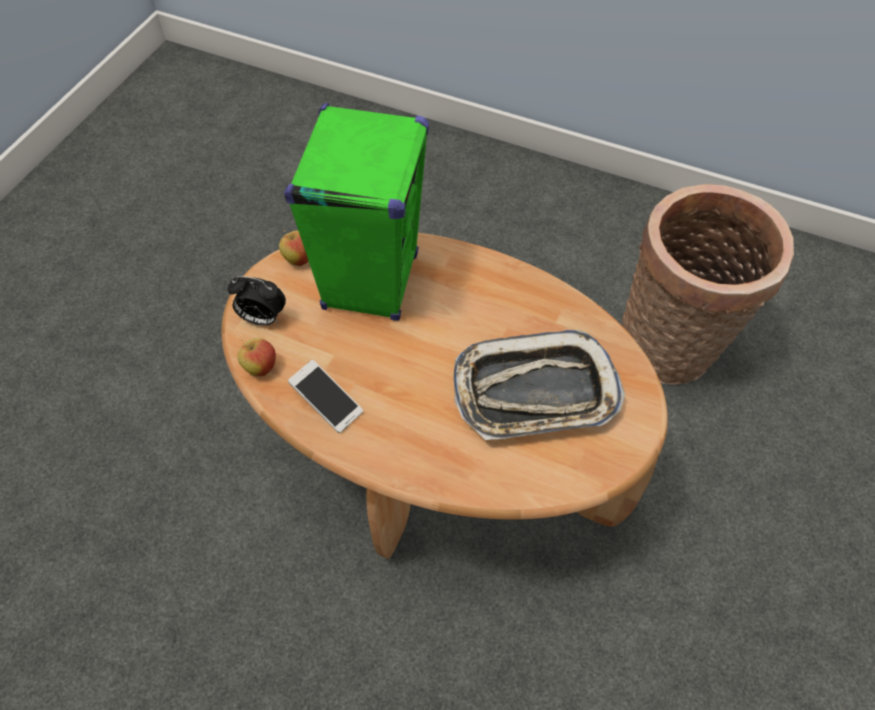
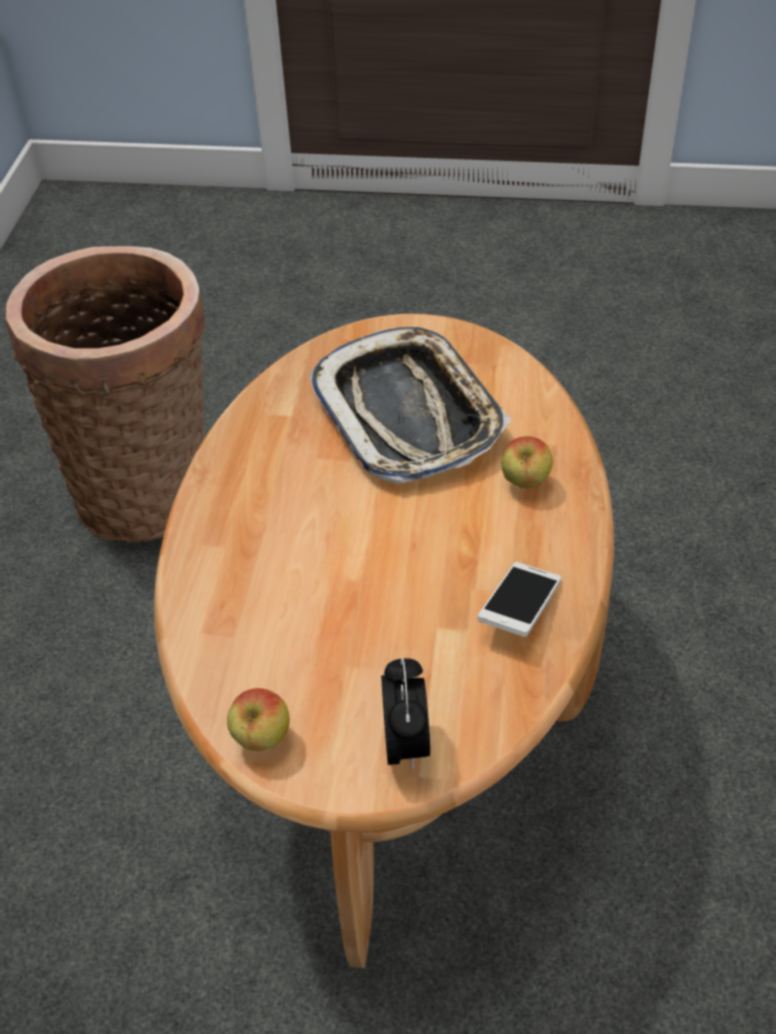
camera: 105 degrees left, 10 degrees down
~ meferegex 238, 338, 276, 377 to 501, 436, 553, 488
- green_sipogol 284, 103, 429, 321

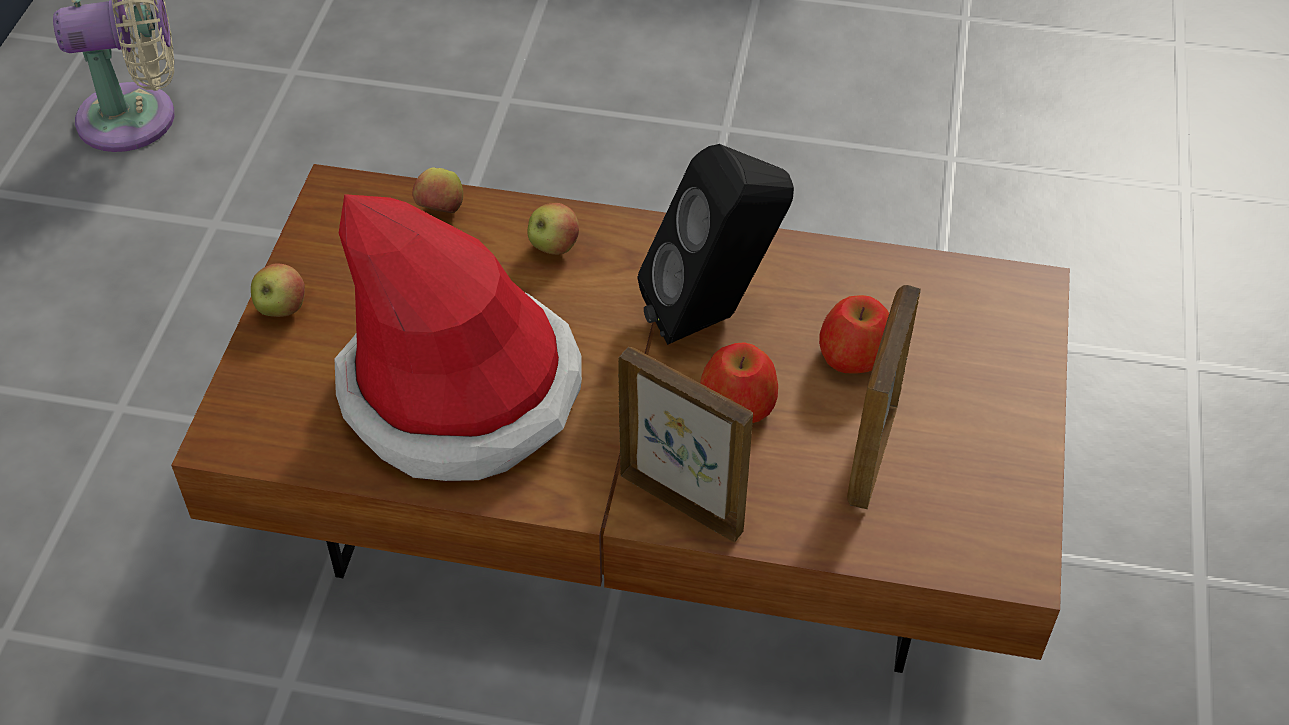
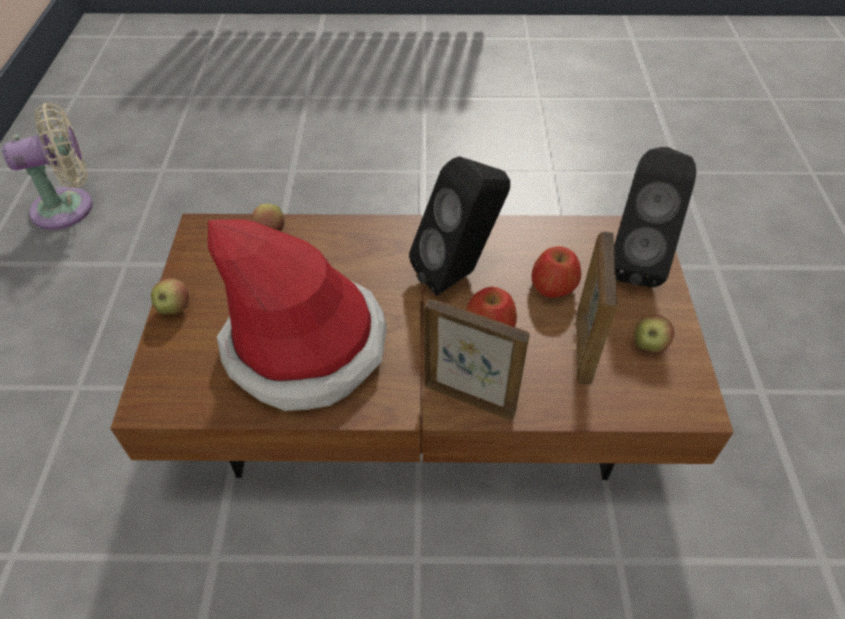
camera: 10 degrees left, 0 degrees up
+ black_sipogol 614, 147, 696, 287
~ meferegex 527, 203, 579, 255 to 634, 314, 674, 352

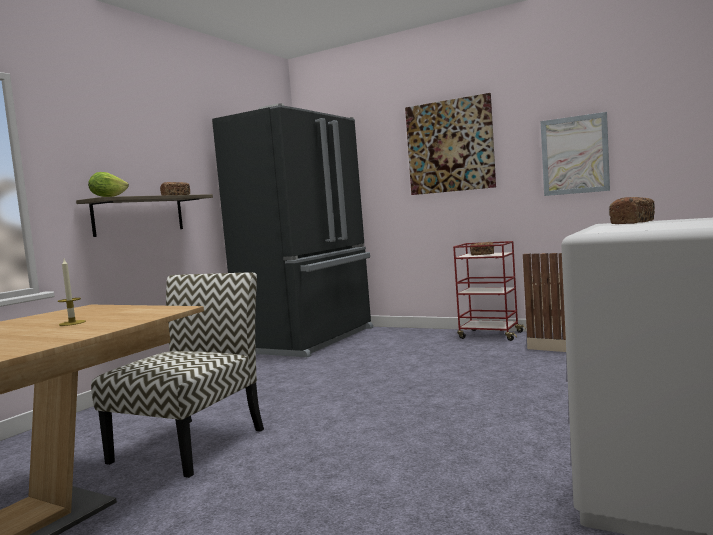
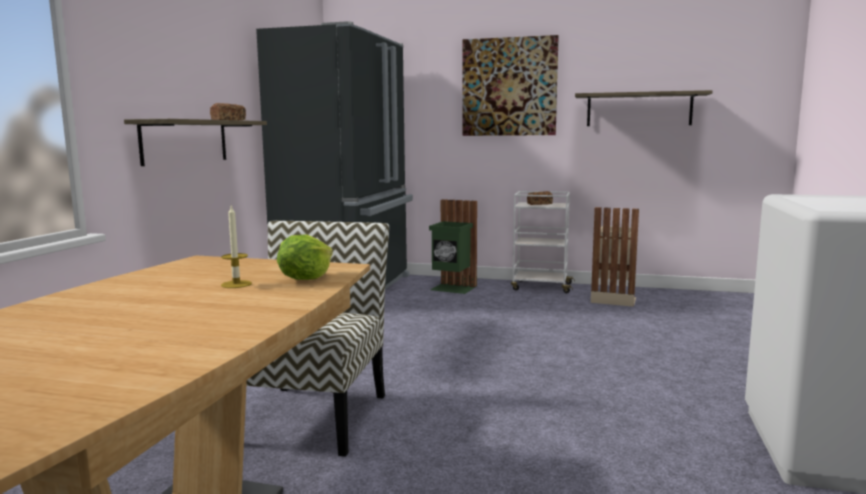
camera: 15 degrees left, 5 degrees up
~ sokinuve 88, 172, 129, 197 to 277, 235, 333, 280
+ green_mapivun 429, 199, 477, 294
~ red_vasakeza 453, 241, 526, 341 to white_vasakeza 511, 191, 575, 293
~ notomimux 541, 112, 610, 196 to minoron 575, 90, 712, 126
- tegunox 609, 197, 655, 224

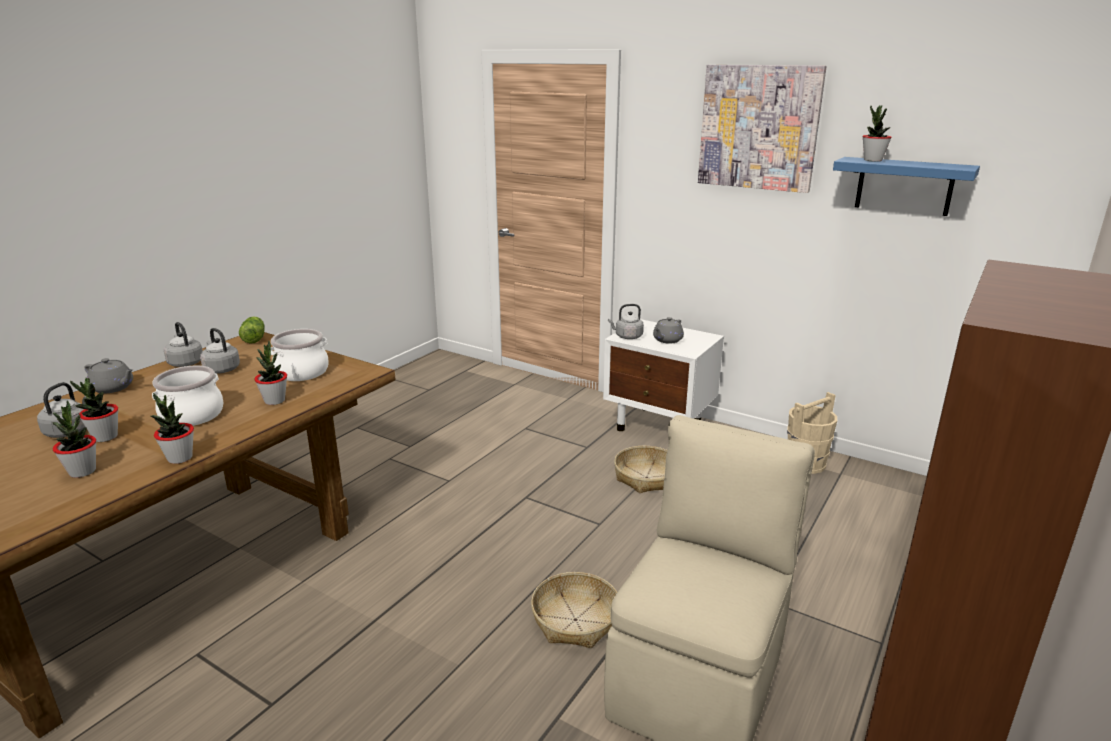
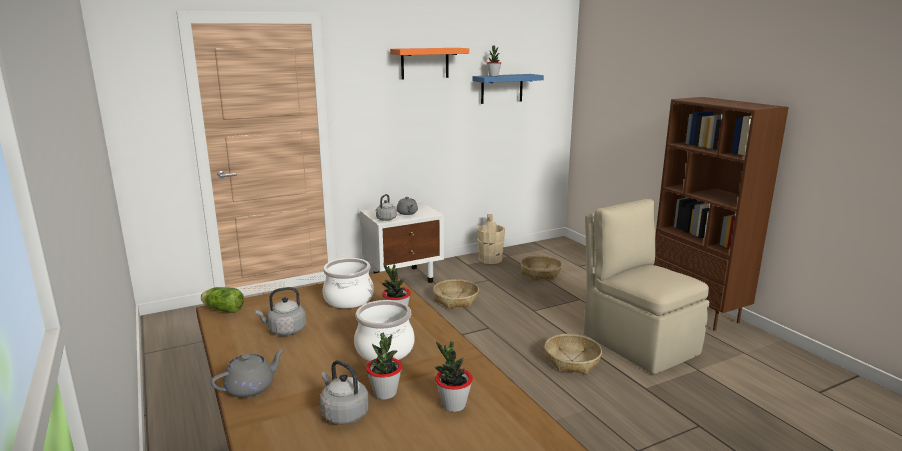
camera: 60 degrees left, 5 degrees down
~ notomimux 698, 65, 827, 193 to orange_minoron 390, 48, 469, 79
+ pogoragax 521, 255, 562, 280
- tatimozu 151, 393, 194, 464
- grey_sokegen 164, 322, 203, 367

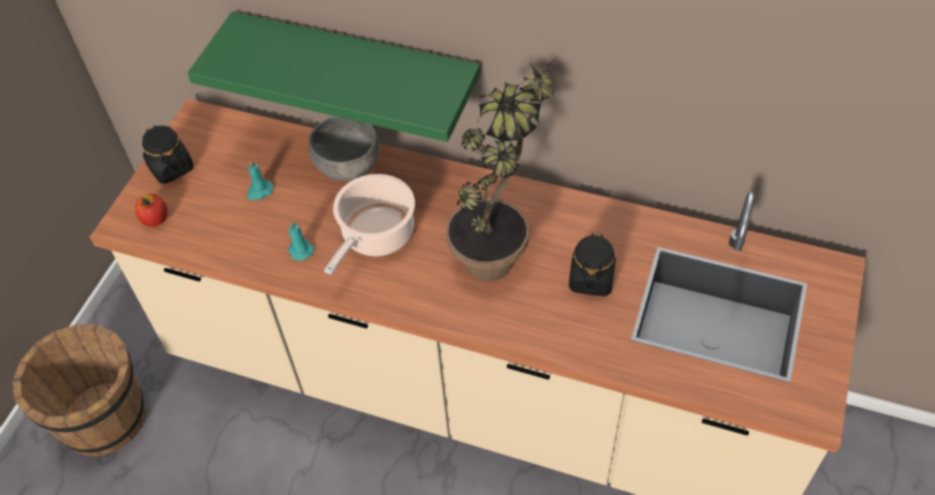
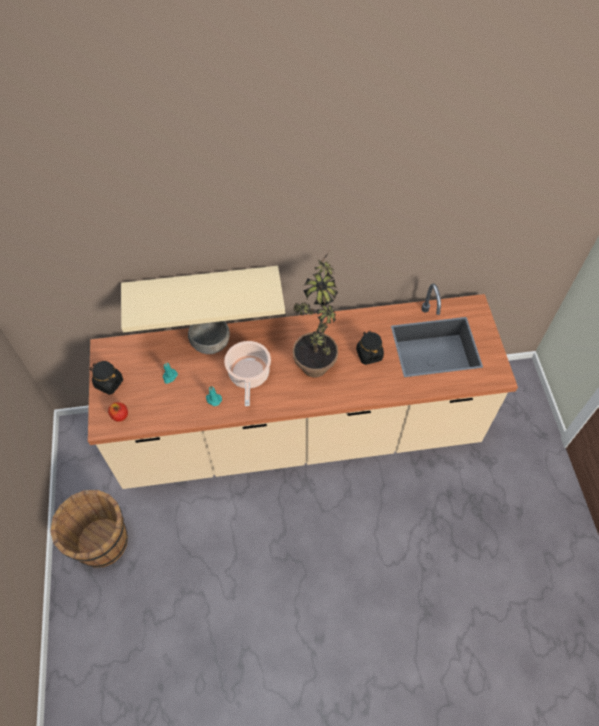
camera: 30 degrees left, 5 degrees up
~ green_minoron 188, 12, 480, 142 to beige_minoron 121, 266, 285, 333

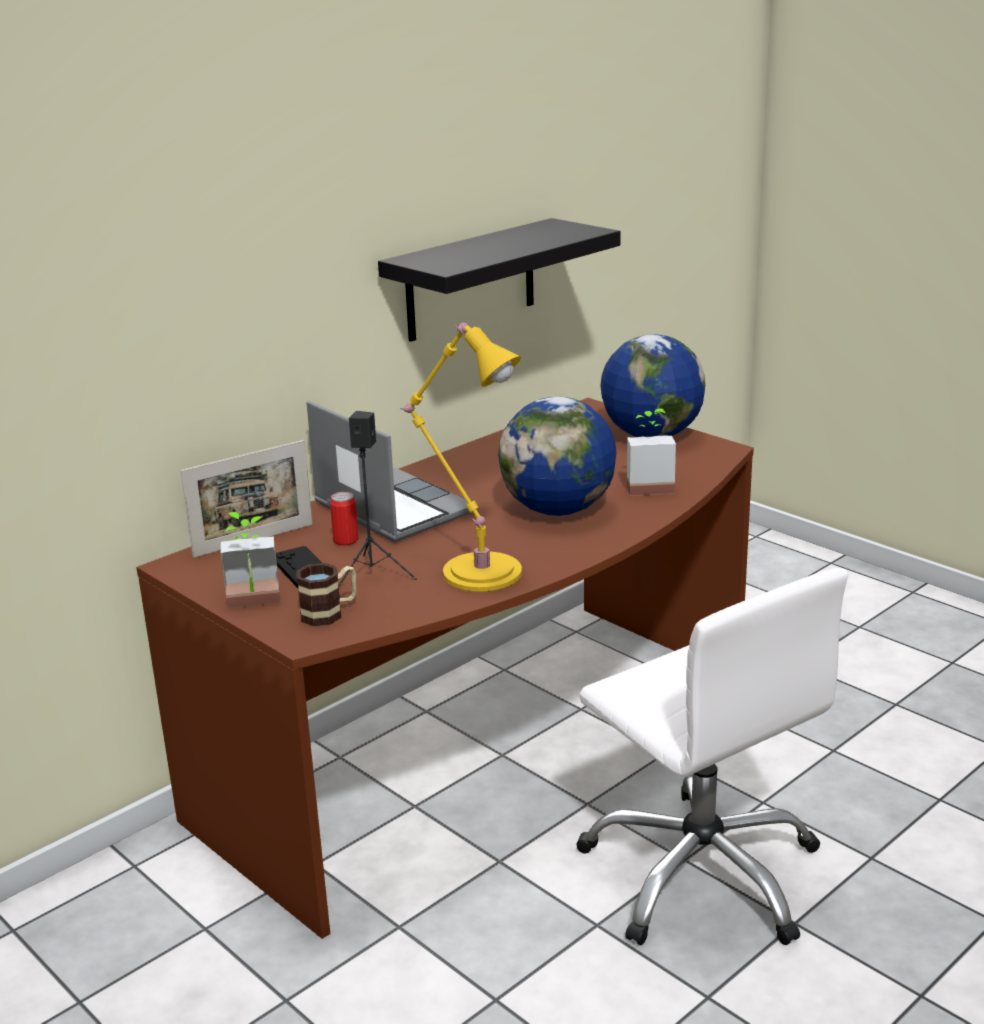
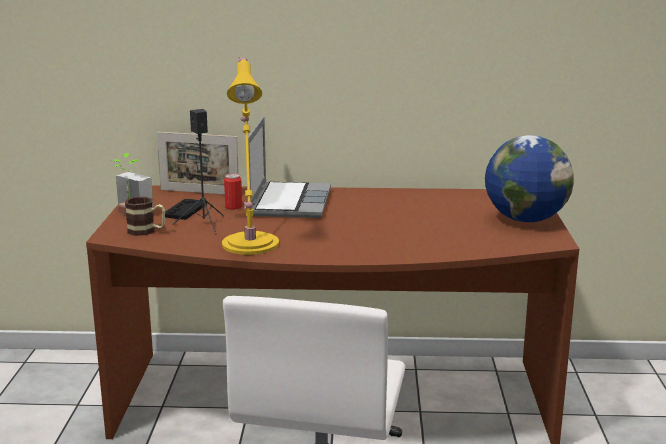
camera: 45 degrees right, 5 degrees down
- black_minoron 378, 218, 621, 342
- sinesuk 498, 397, 616, 516
- tatimozu 627, 409, 676, 496

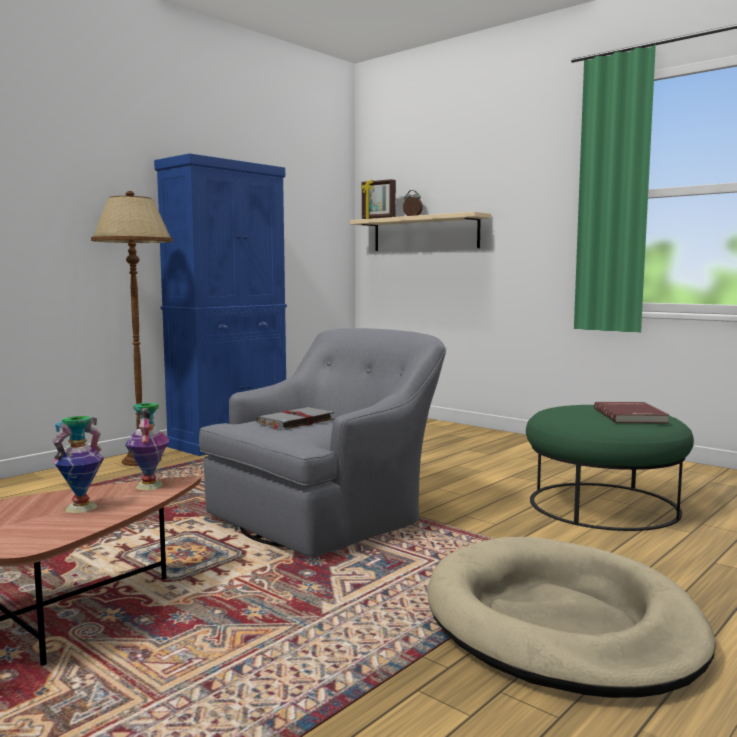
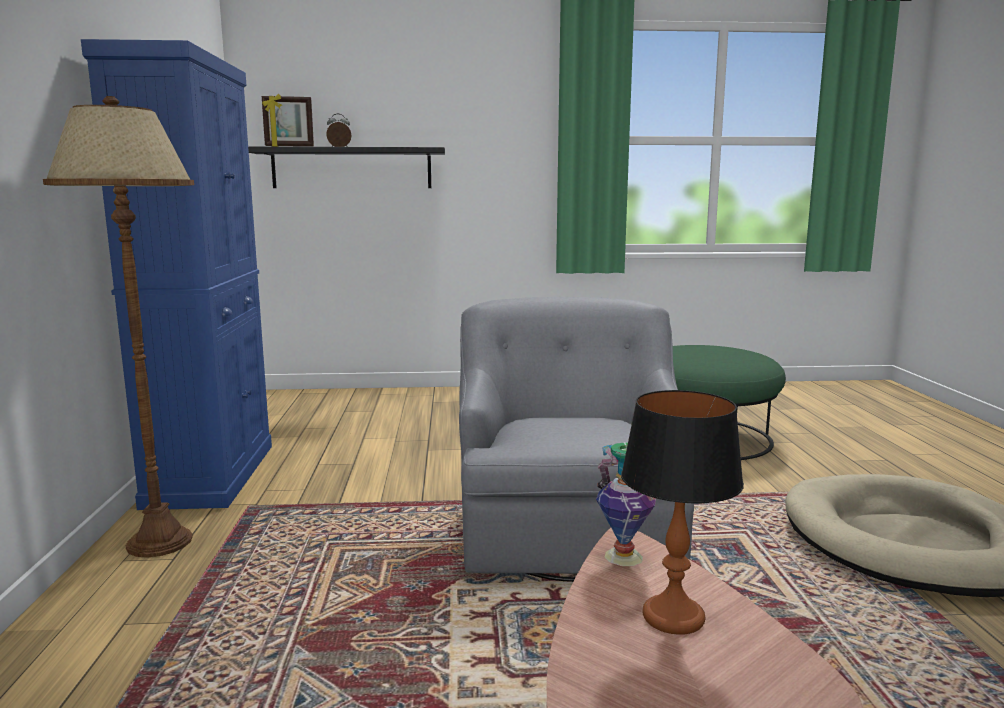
camera: 45 degrees left, 5 degrees up
~ beige_minoron 350, 212, 491, 251 to black_minoron 248, 147, 445, 188
~ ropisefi 52, 416, 104, 513 to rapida 621, 390, 744, 635
- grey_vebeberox 256, 407, 334, 430
- red_vebeberox 594, 402, 669, 423

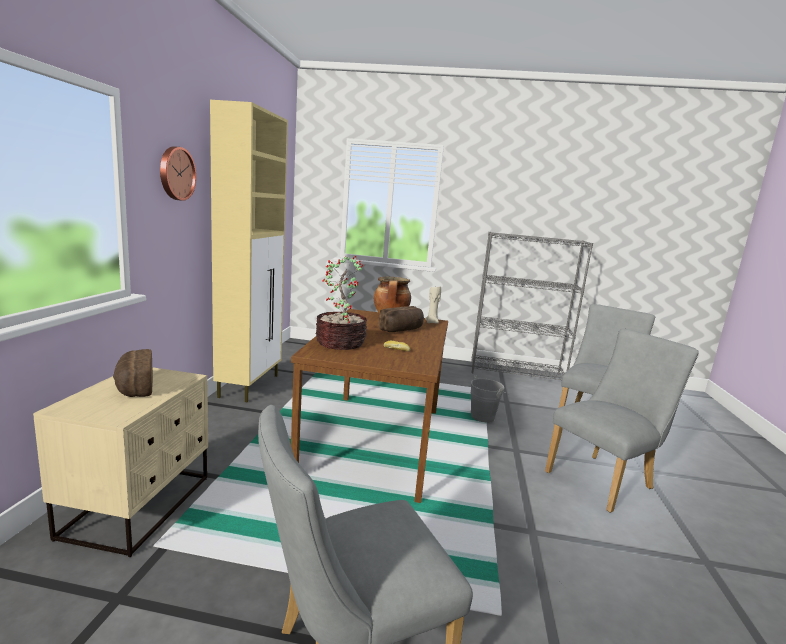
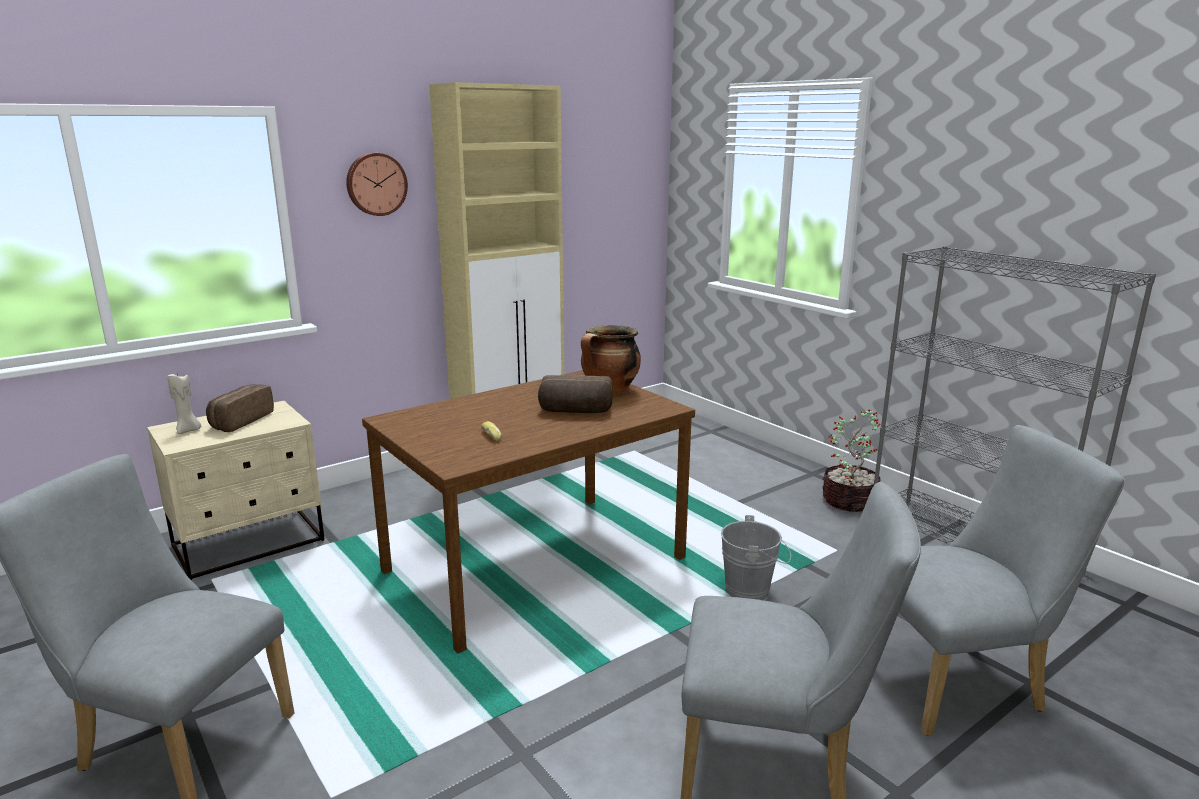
camera: 45 degrees right, 5 degrees up
~ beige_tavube 425, 287, 441, 324 to 167, 374, 201, 434
~ tatimozu 316, 256, 367, 350 to 822, 409, 881, 512

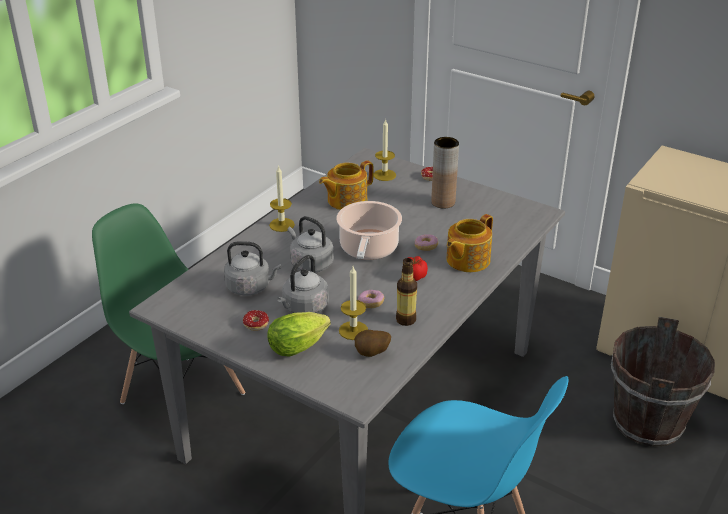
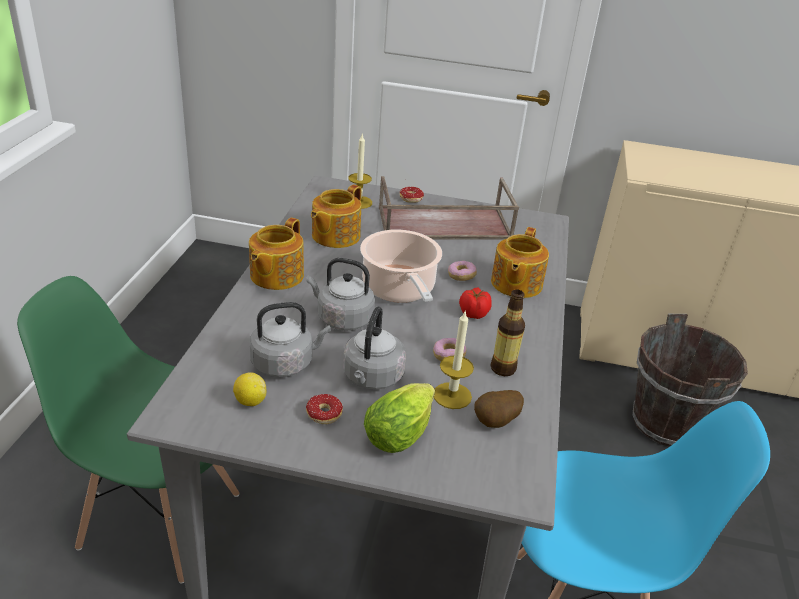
camera: 25 degrees left, 0 degrees up
+ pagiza 233, 372, 266, 406
~ tavube 269, 165, 295, 232 to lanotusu 249, 218, 304, 290
~ brown_ropisefi 431, 137, 459, 209 to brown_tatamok 379, 176, 519, 240

